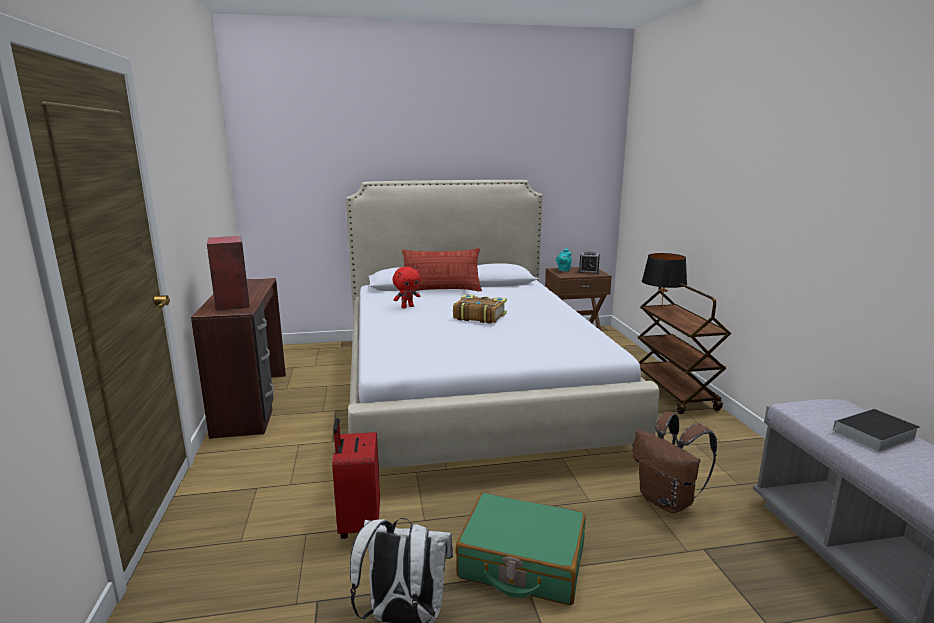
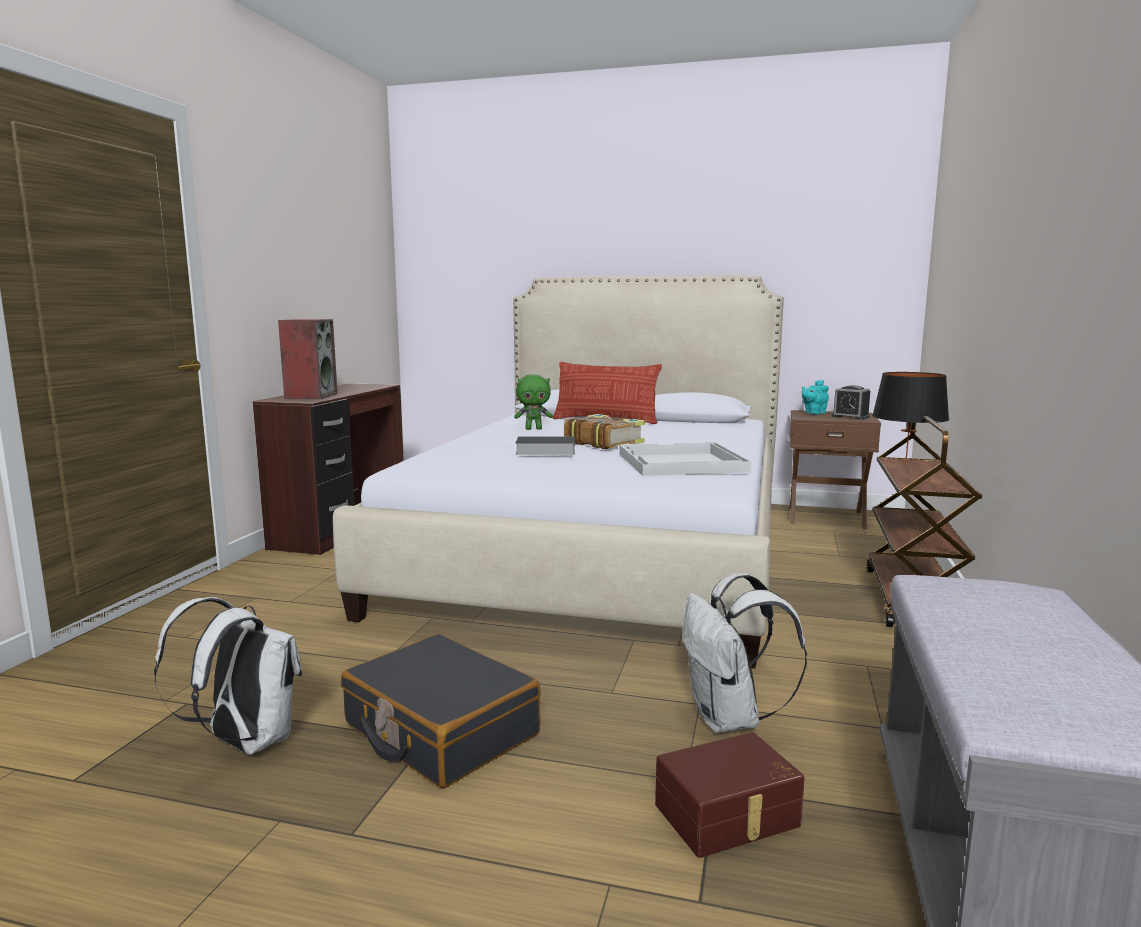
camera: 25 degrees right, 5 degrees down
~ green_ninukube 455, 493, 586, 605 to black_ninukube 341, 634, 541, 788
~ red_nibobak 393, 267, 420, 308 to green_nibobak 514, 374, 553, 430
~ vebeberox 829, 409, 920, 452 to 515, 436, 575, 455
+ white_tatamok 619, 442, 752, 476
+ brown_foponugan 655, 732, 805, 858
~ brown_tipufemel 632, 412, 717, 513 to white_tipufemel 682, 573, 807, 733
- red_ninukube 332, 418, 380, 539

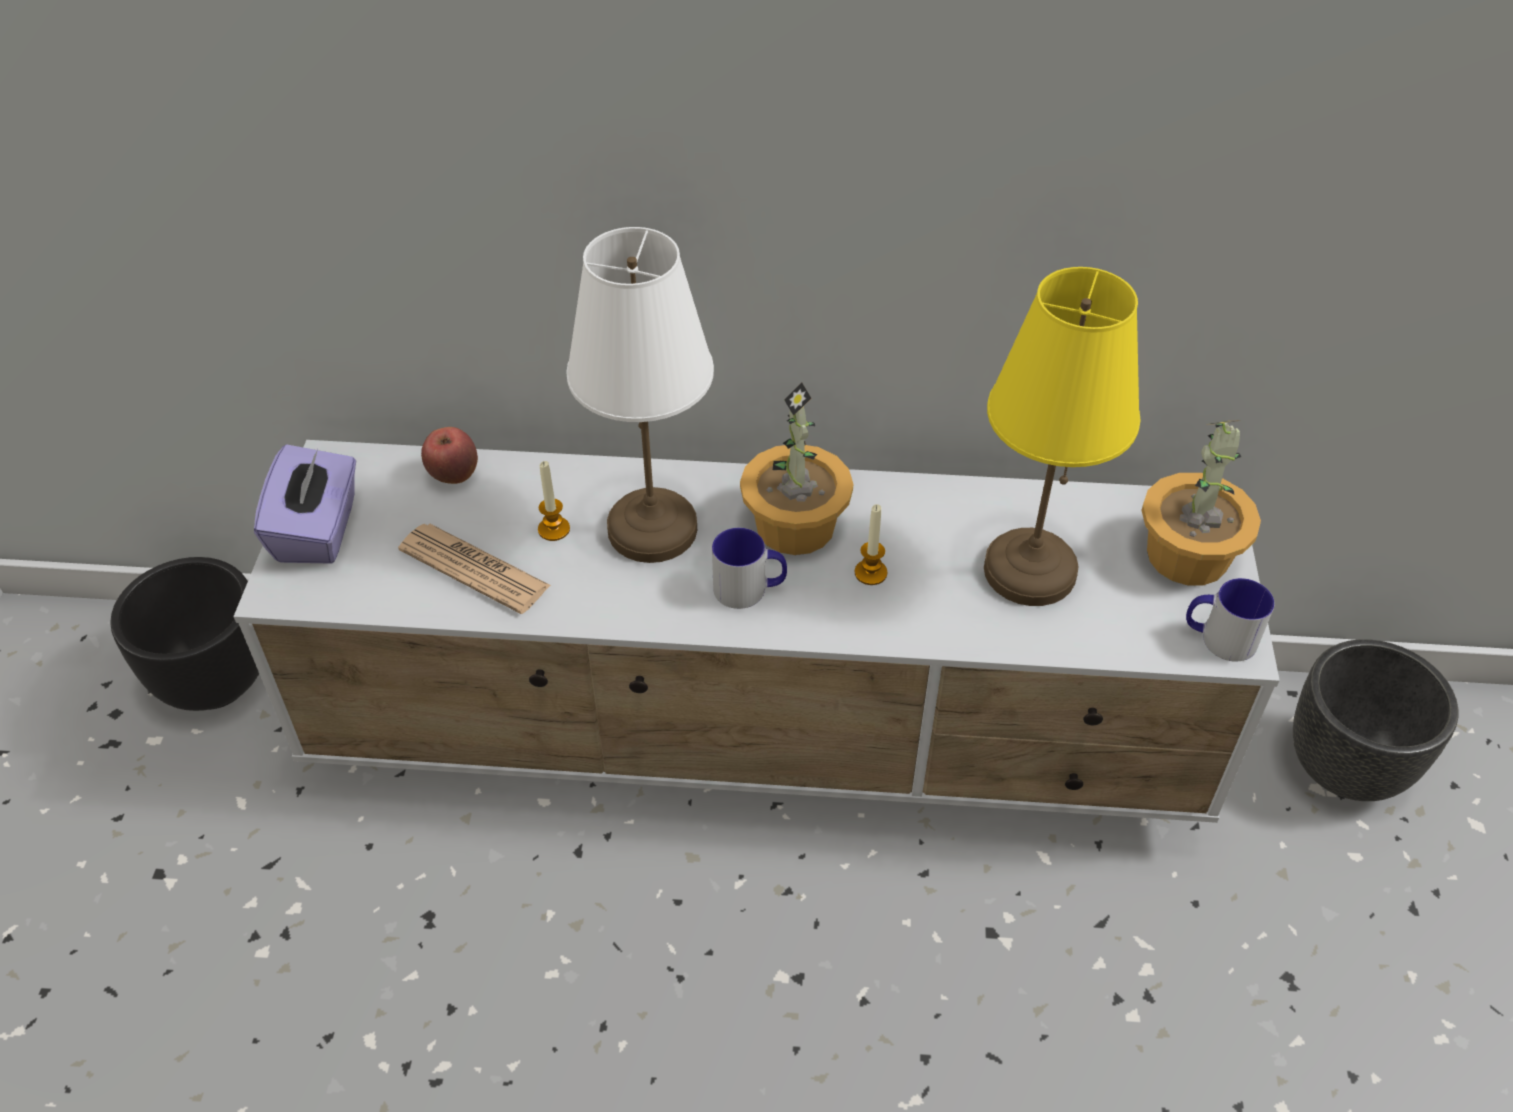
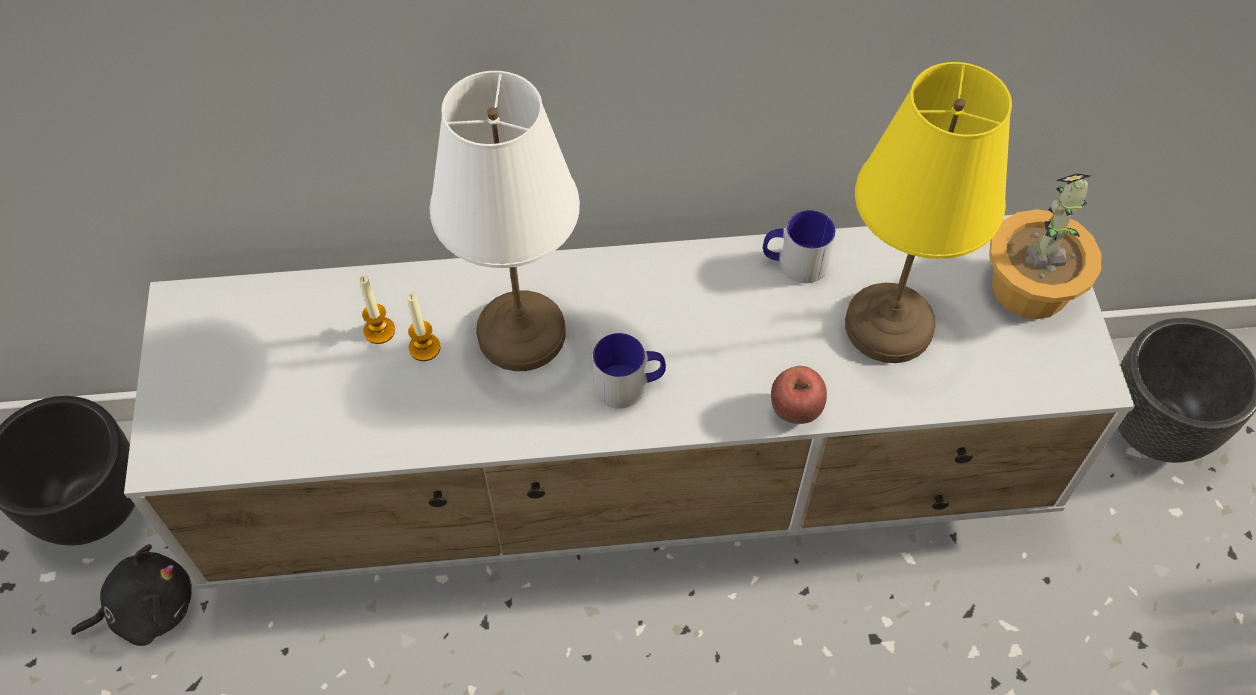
camera: 10 degrees left, 10 degrees up
+ black_nibobak 71, 544, 192, 646
~ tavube 855, 504, 887, 585 to 359, 275, 395, 344
~ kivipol 1186, 578, 1275, 661 to 763, 210, 836, 283
~ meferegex 421, 427, 478, 484 to 771, 366, 827, 424
- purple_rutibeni 254, 444, 356, 564
- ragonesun 398, 524, 551, 614
- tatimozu 740, 383, 853, 555

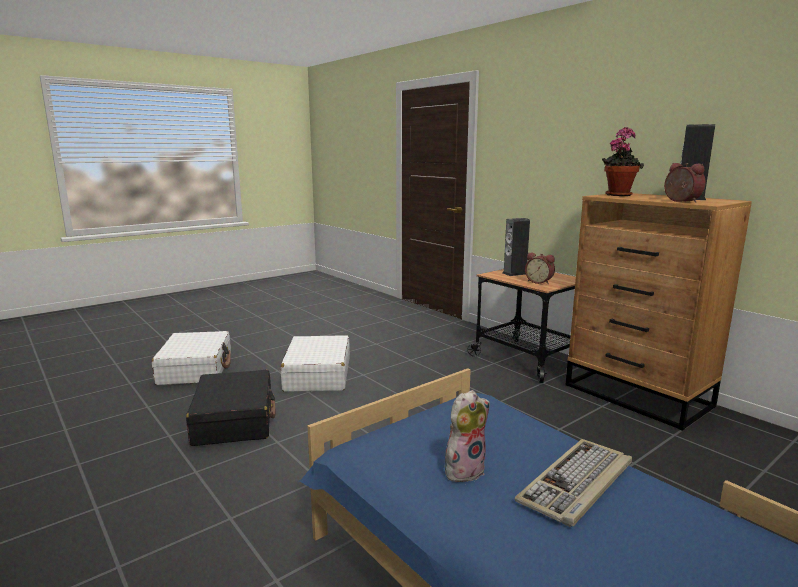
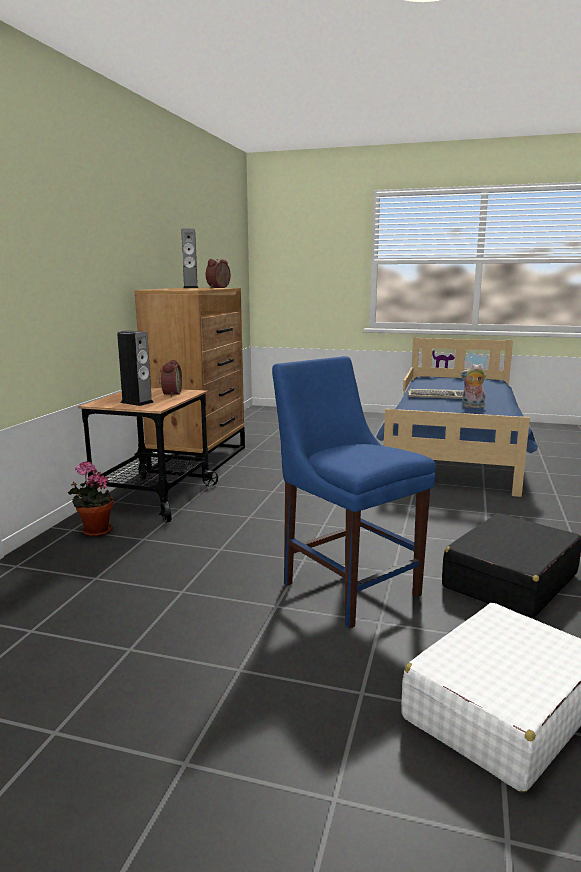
camera: 125 degrees left, 0 degrees up
~ tatimozu 602, 127, 644, 196 to 67, 461, 113, 537
~ white_ninukube 281, 335, 350, 392 to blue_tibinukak 272, 356, 436, 629

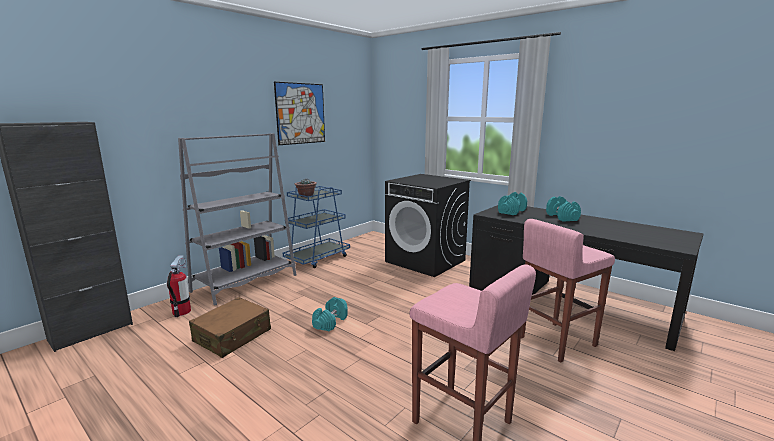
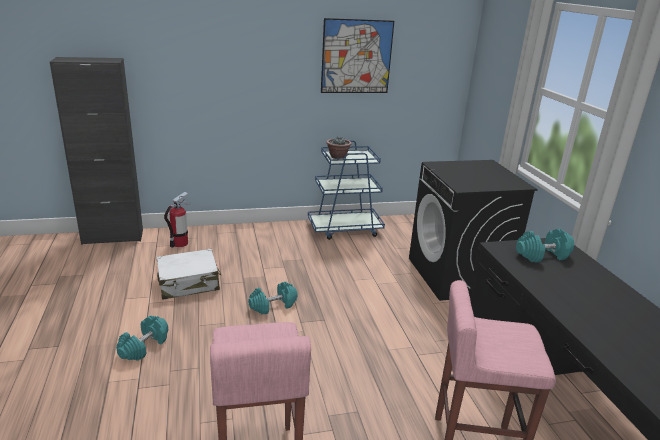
camera: 35 degrees right, 10 degrees up
~ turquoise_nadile 546, 196, 581, 221 to 116, 316, 168, 361
~ brown_ninukube 189, 297, 271, 358 to white_ninukube 157, 249, 221, 300
- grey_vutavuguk 178, 133, 297, 305

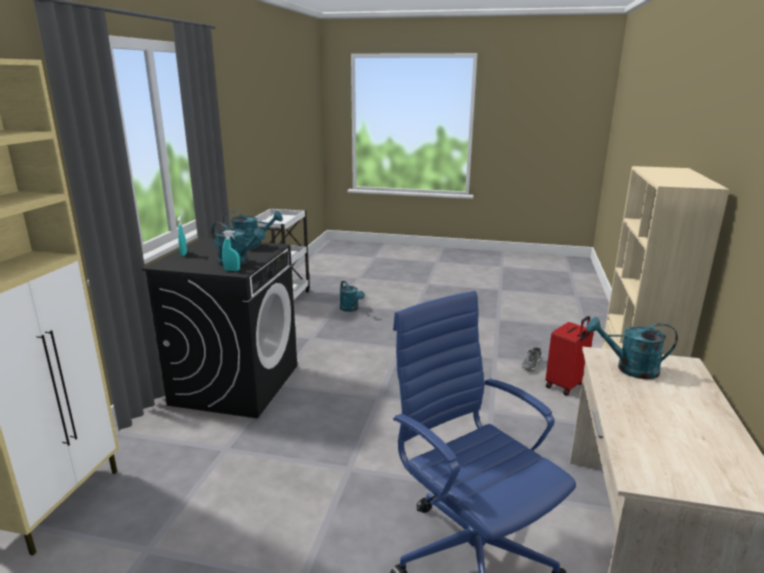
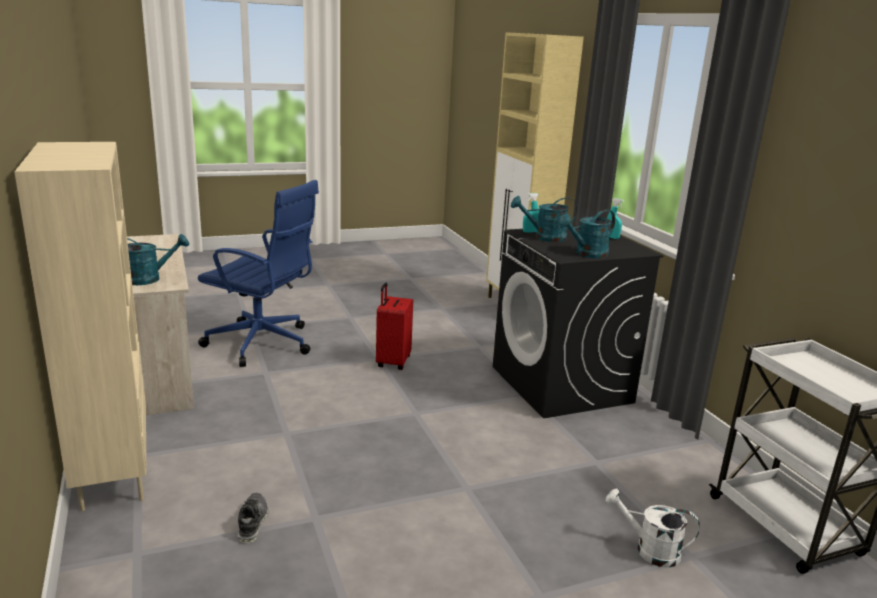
camera: 145 degrees right, 0 degrees up
~ red_ninukube 545, 316, 594, 396 to 376, 283, 413, 370
~ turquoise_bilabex 340, 281, 365, 312 to white_bilabex 606, 489, 700, 568

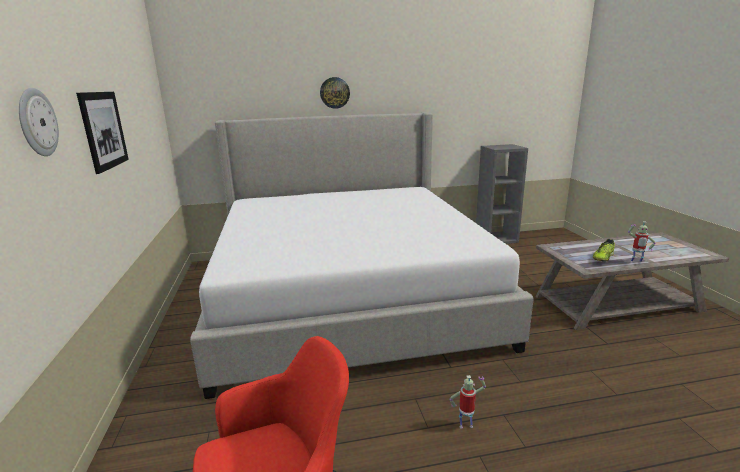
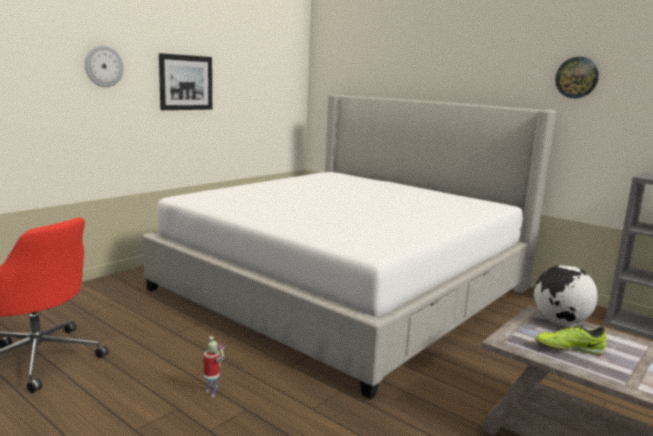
camera: 50 degrees right, 5 degrees down
+ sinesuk 534, 265, 598, 325
~ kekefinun 320, 77, 350, 109 to 555, 57, 599, 98
- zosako 628, 221, 656, 263

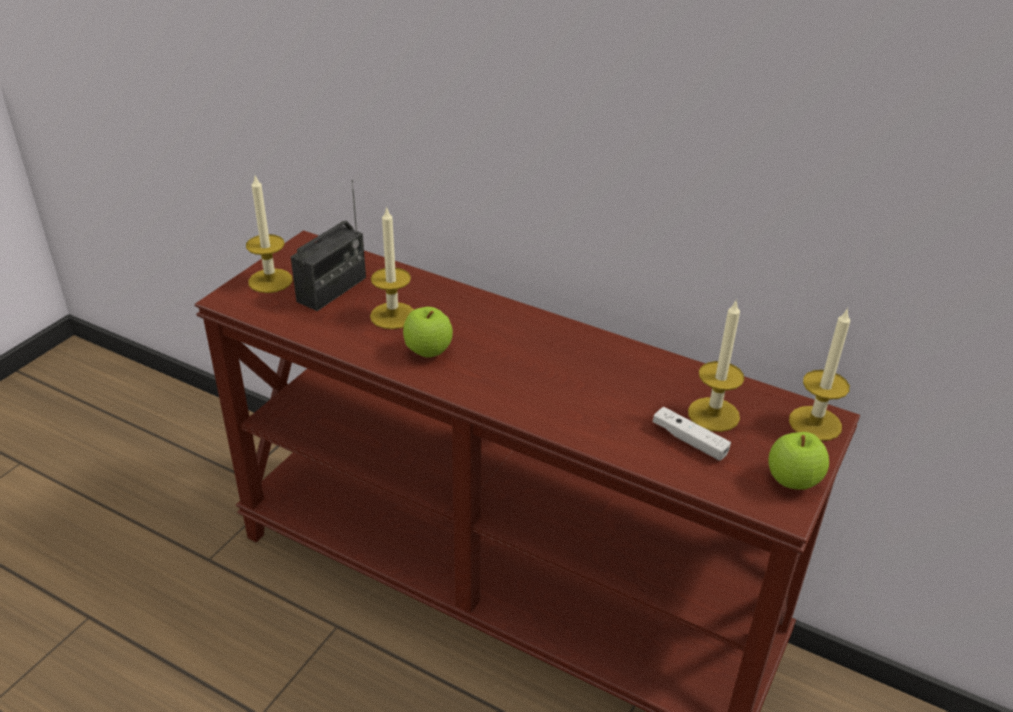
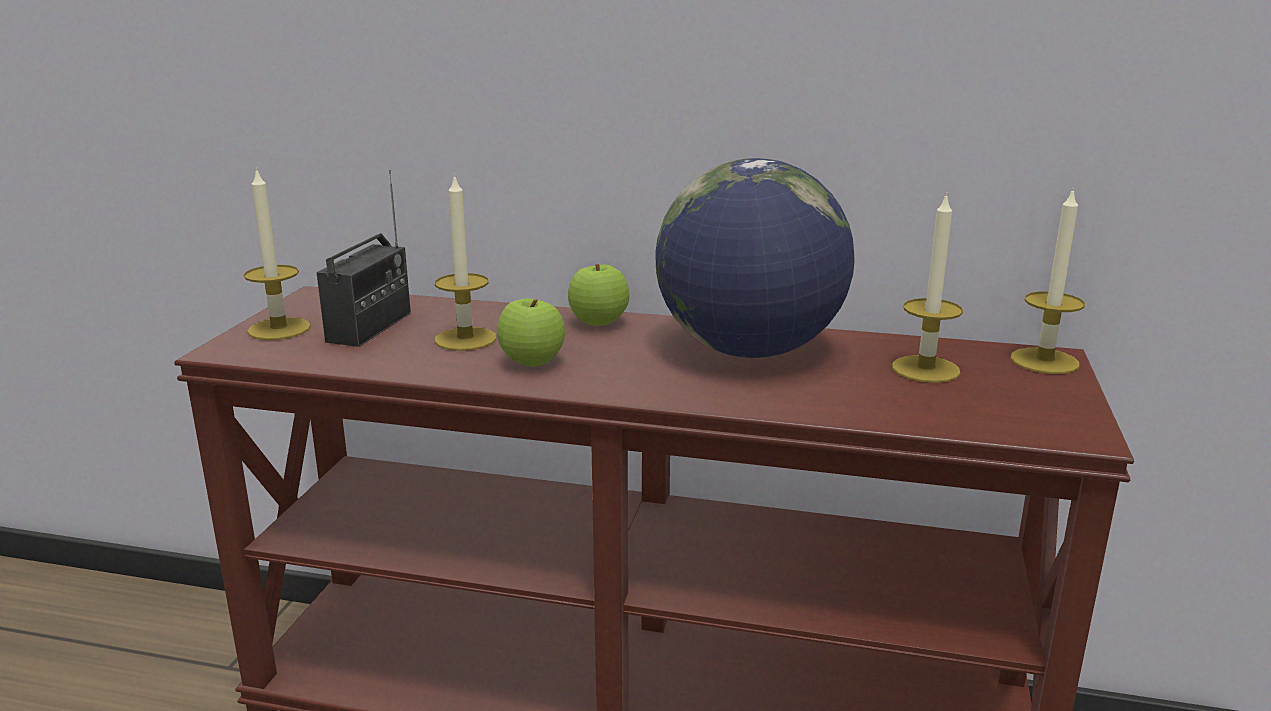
camera: 15 degrees left, 15 degrees down
~ meferegex 768, 432, 829, 490 to 568, 264, 629, 326
+ sinesuk 655, 158, 855, 358
- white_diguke 653, 407, 731, 461

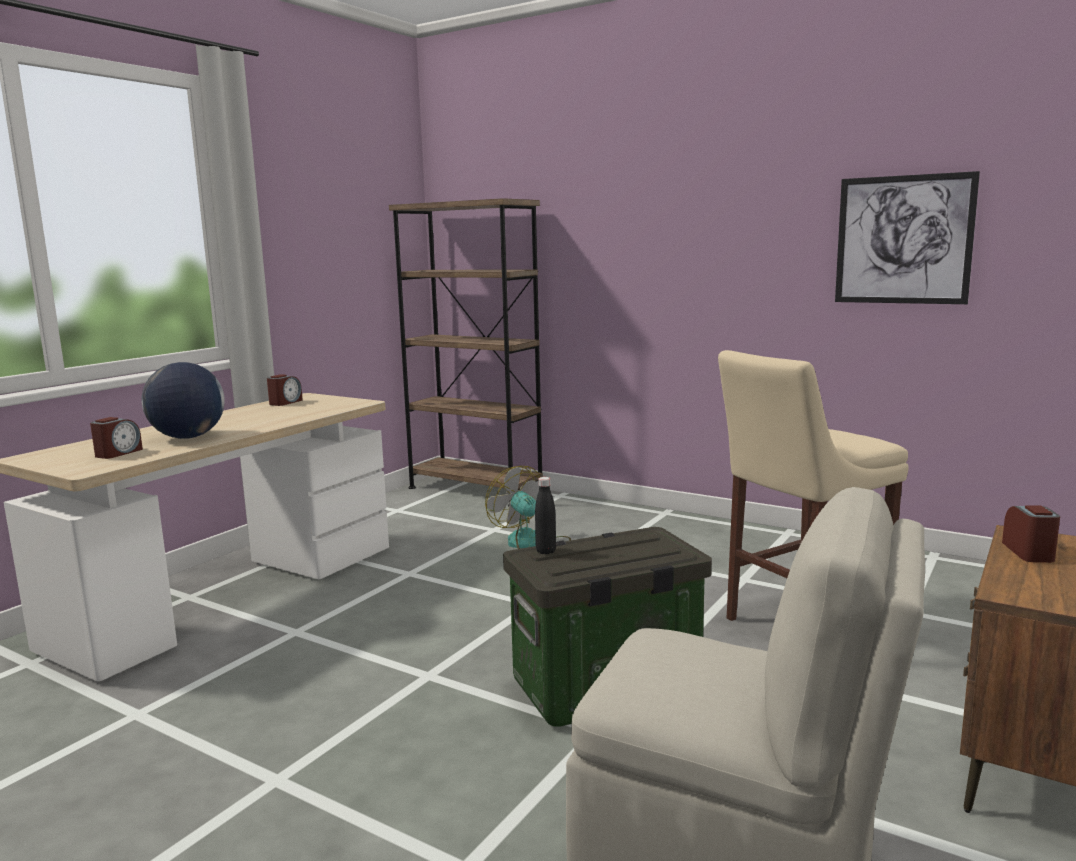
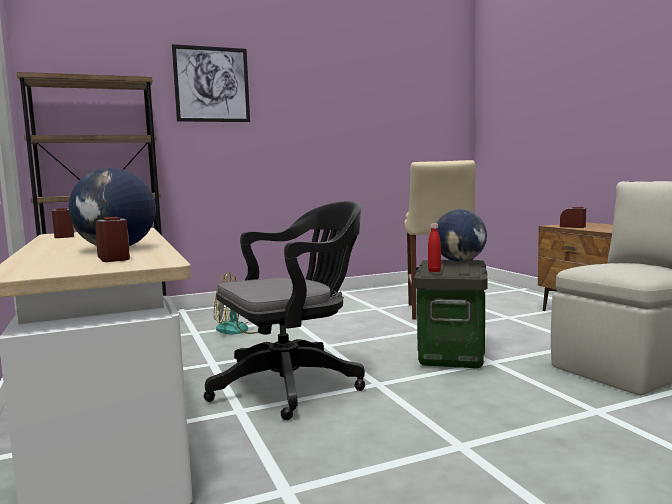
camera: 55 degrees left, 5 degrees down
~ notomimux 835, 171, 980, 304 to 172, 44, 250, 122
+ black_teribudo 204, 201, 365, 420
~ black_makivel 535, 477, 556, 554 to red_makivel 428, 223, 441, 272
+ sinesuk 436, 209, 487, 262

